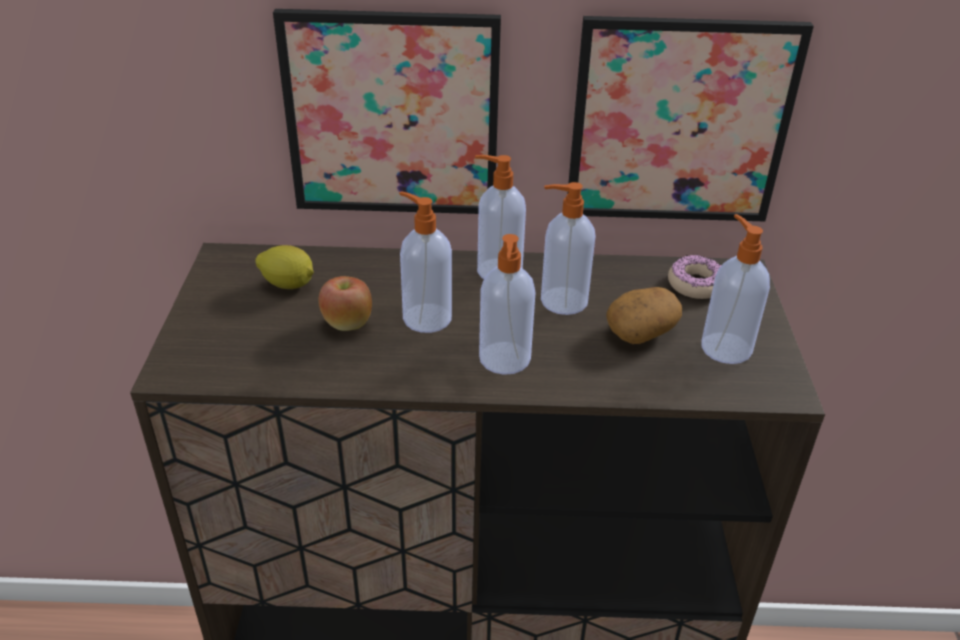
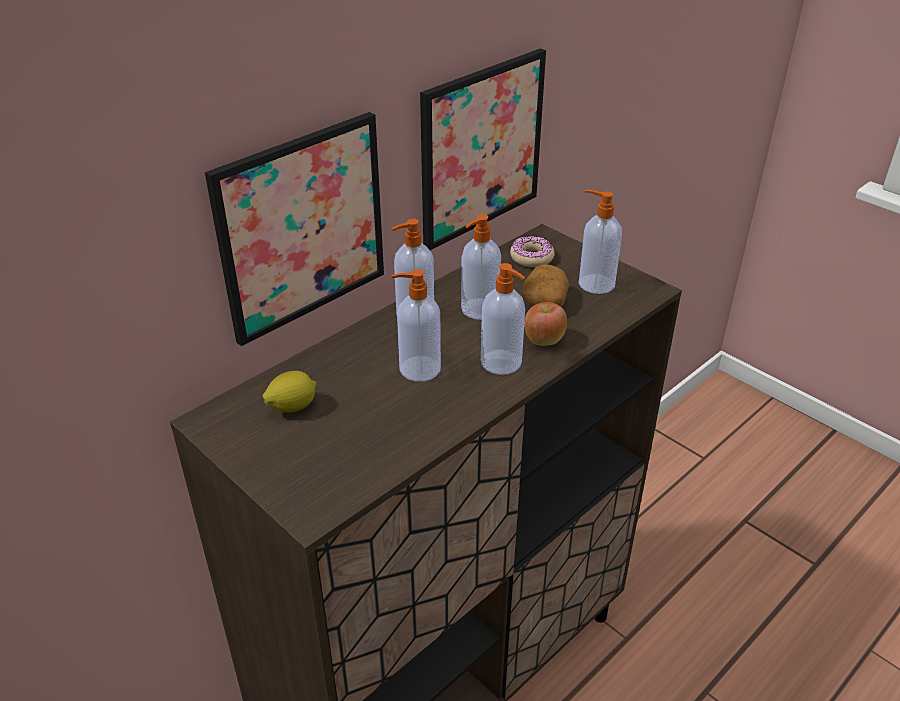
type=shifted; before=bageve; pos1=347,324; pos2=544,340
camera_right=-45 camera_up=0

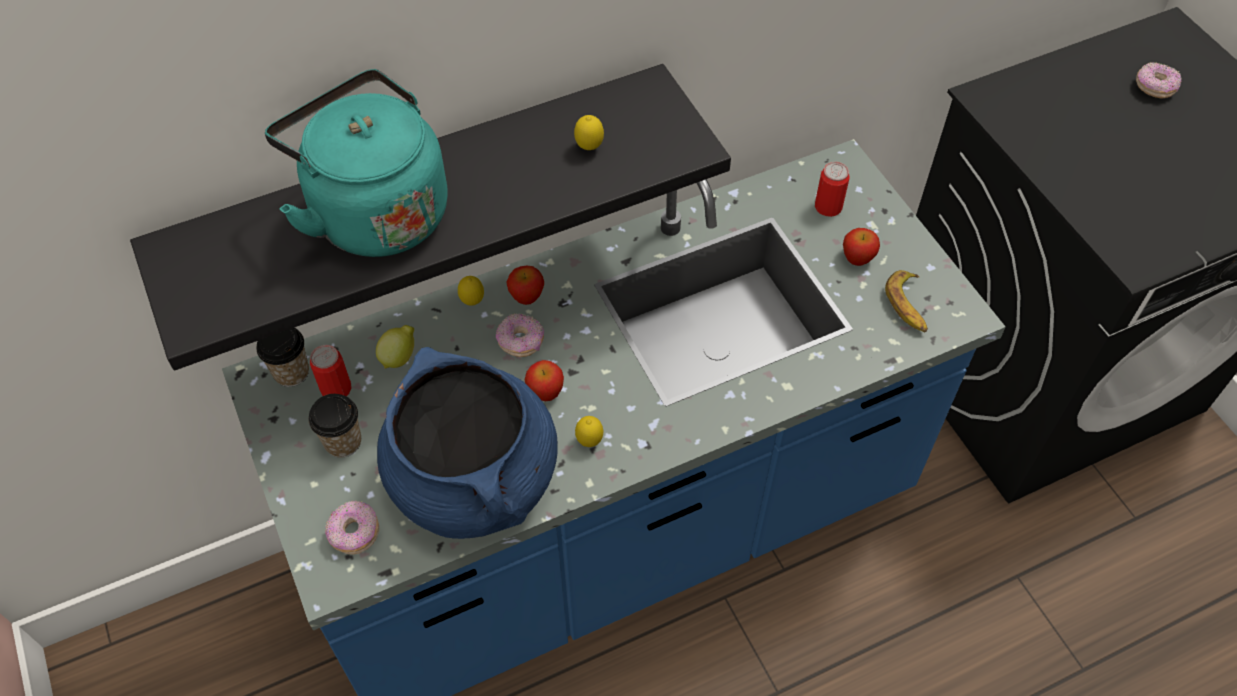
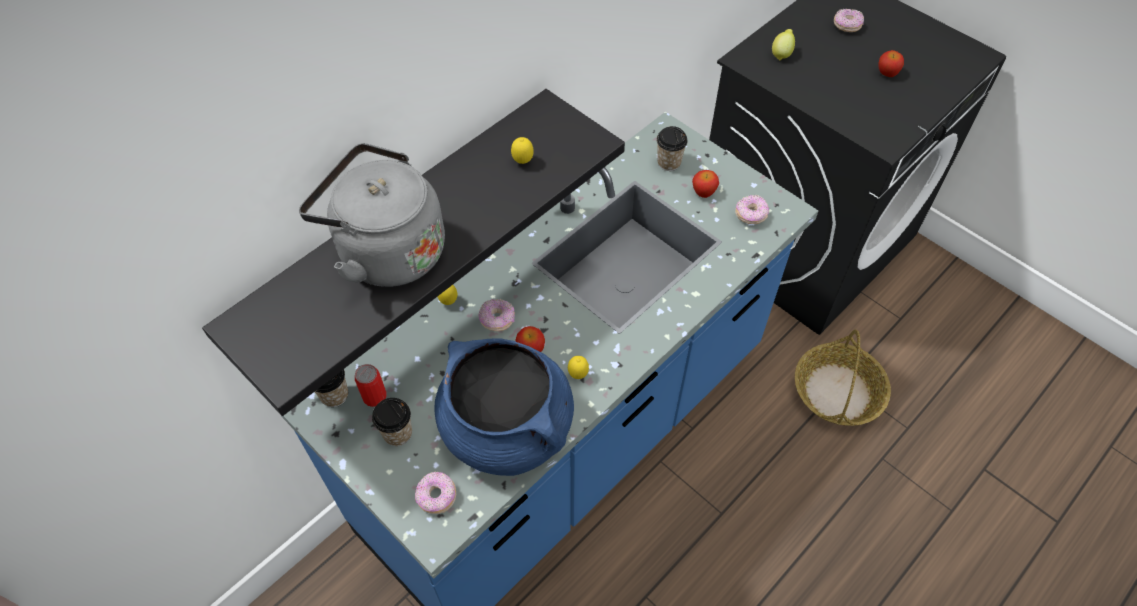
type=repainted; before=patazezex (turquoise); after=patazezex (grey); pos1=374,211; pos2=386,251
type=swapped; before=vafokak; after=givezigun; pos1=828,207; pos2=669,163
type=shifted; before=bageve; pos1=526,295; pos2=887,73
type=swapped; before=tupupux; after=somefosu; pos1=908,306; pos2=751,215
type=shifted; before=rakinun; pos1=399,357; pos2=781,54
type=new; after=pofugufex; pos2=837,393
camera_right=-20 camera_up=0

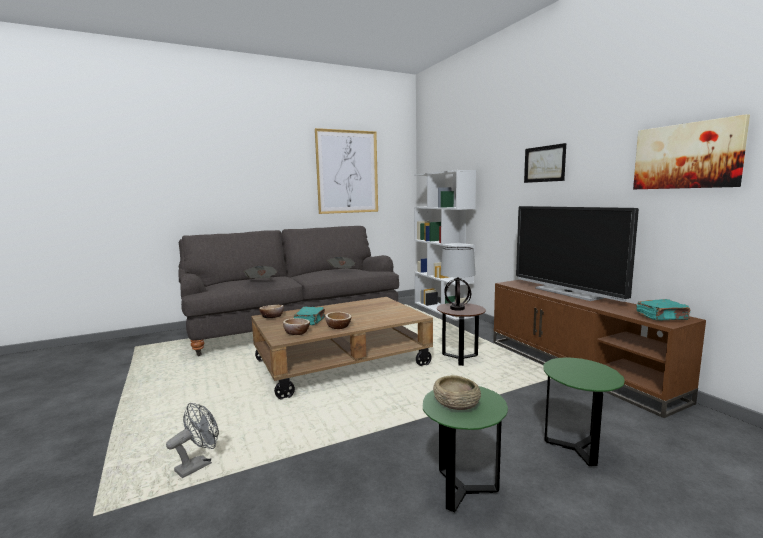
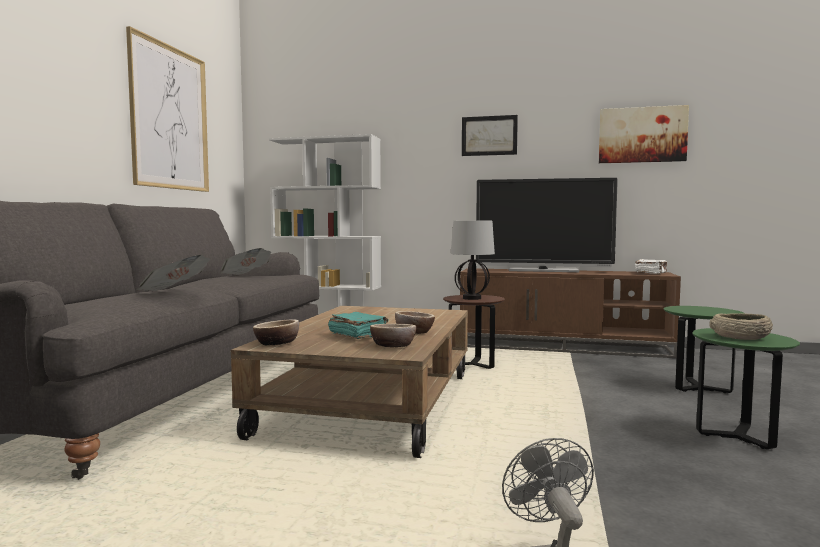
type=repainted; before=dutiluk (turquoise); after=dutiluk (white); pos1=662,317; pos2=651,273
camera_right=-50 camera_up=-5

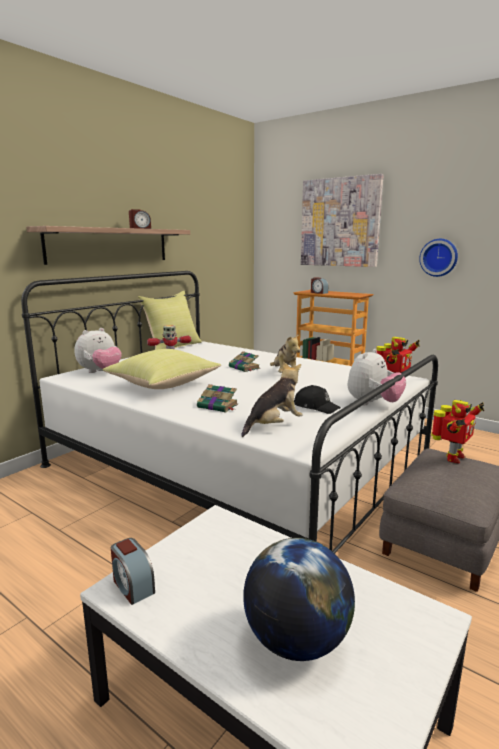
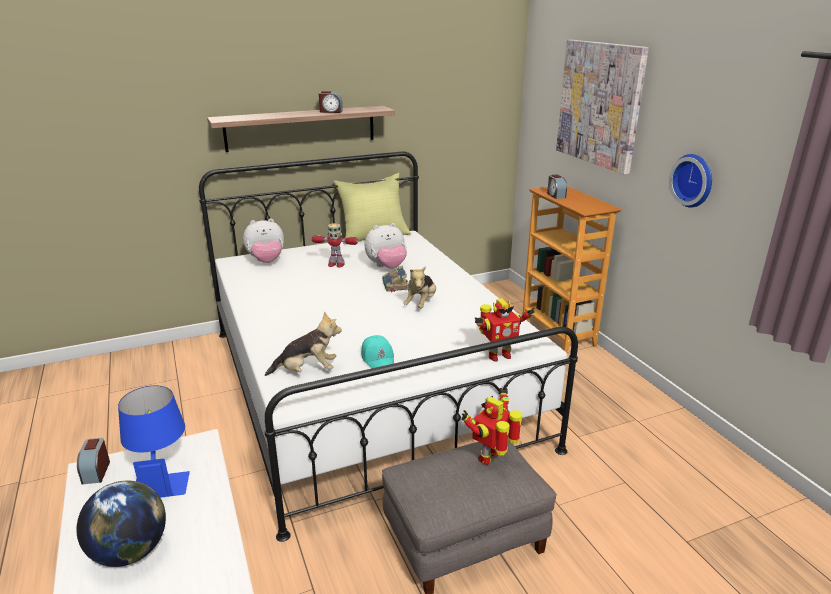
type=gone; before=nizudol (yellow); pos1=163,385
type=shifted; before=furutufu; pos1=373,404; pos2=387,267
type=gone; before=dutiluk; pos1=218,406
type=repainted; before=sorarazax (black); after=sorarazax (turquoise); pos1=316,406; pos2=378,359
type=rotated; before=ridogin; pos1=452,458; pos2=491,457; turn=150
type=new; after=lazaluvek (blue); pos2=162,478
camera_right=30 camera_up=10

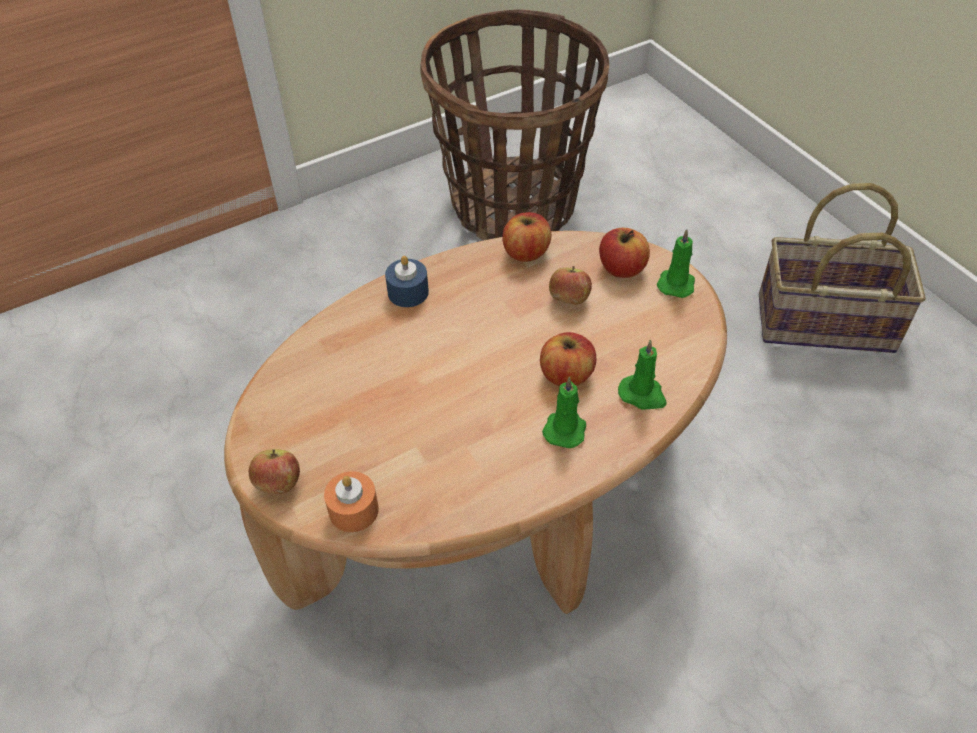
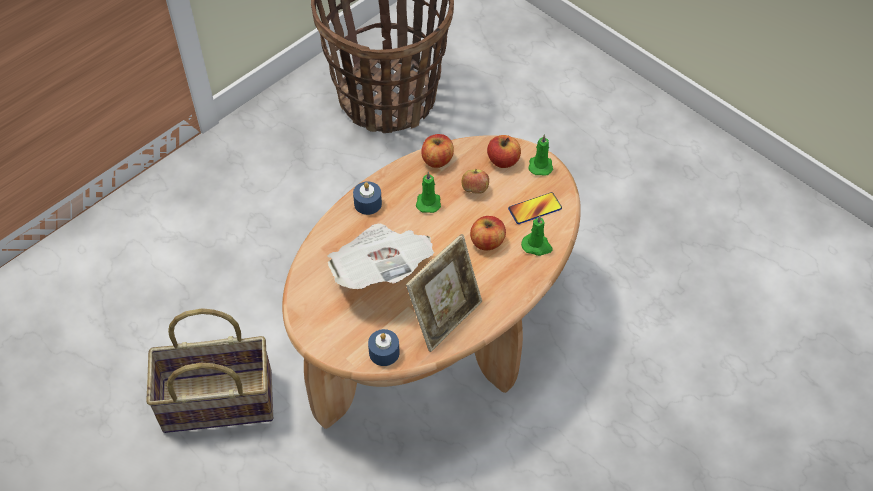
type=shifted; before=pofugufex; pos1=824,325; pos2=217,403
type=shifted; before=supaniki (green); pos1=565,428; pos2=428,202
type=gone; before=bageve; pos1=278,484
type=repainted; before=supaniki (orange); after=supaniki (blue); pos1=353,510; pos2=384,352
type=new; after=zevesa; pos2=535,209
type=new; after=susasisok; pos2=380,270
type=new; after=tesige; pos2=445,317
camera_right=-15 camera_up=5

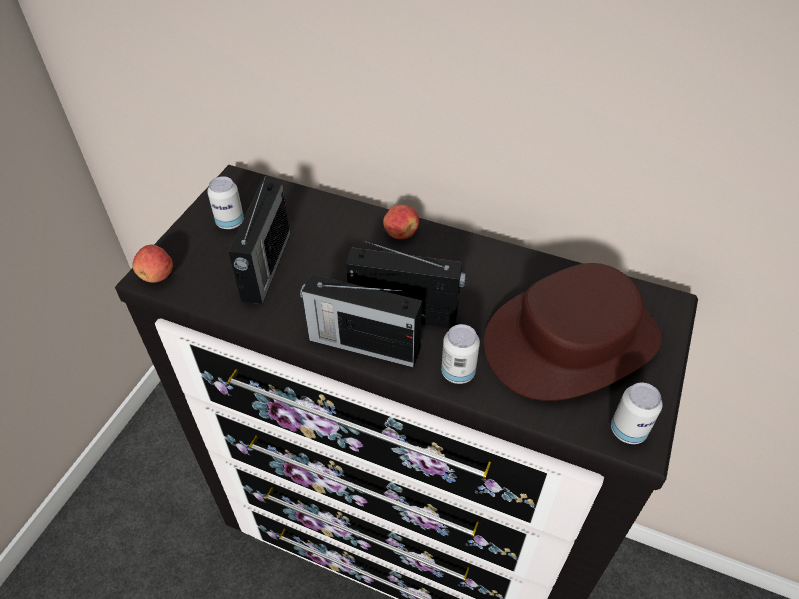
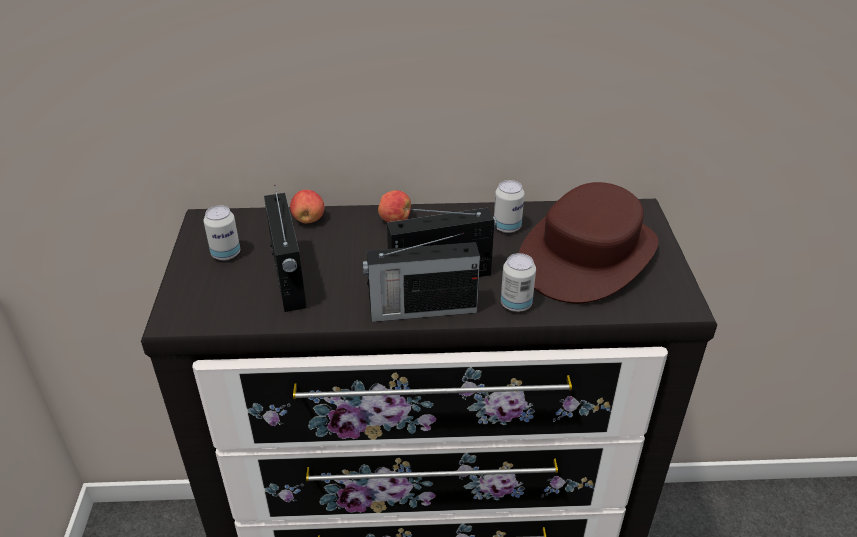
type=shifted; before=bageve; pos1=157,275; pos2=308,219
type=shifted; before=vafokak; pos1=628,430; pos2=507,227
camera_right=-25 camera_up=-10

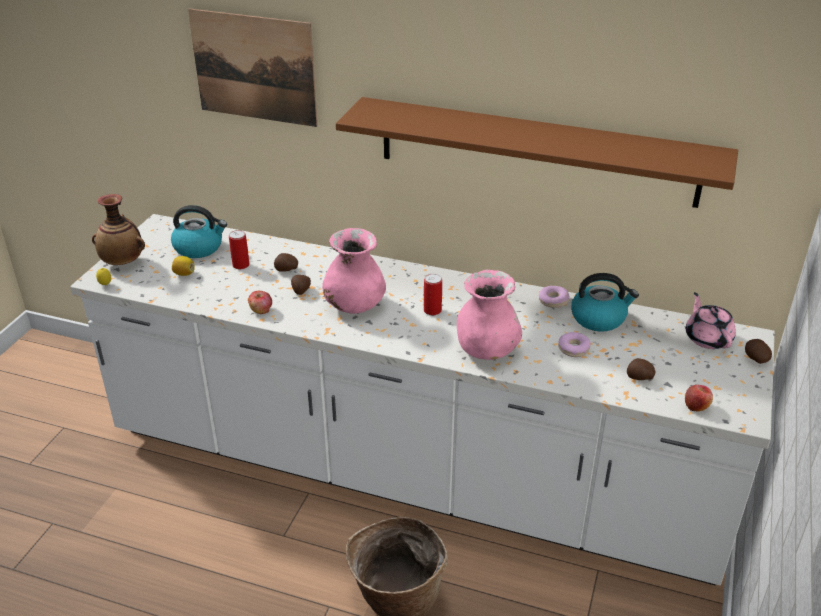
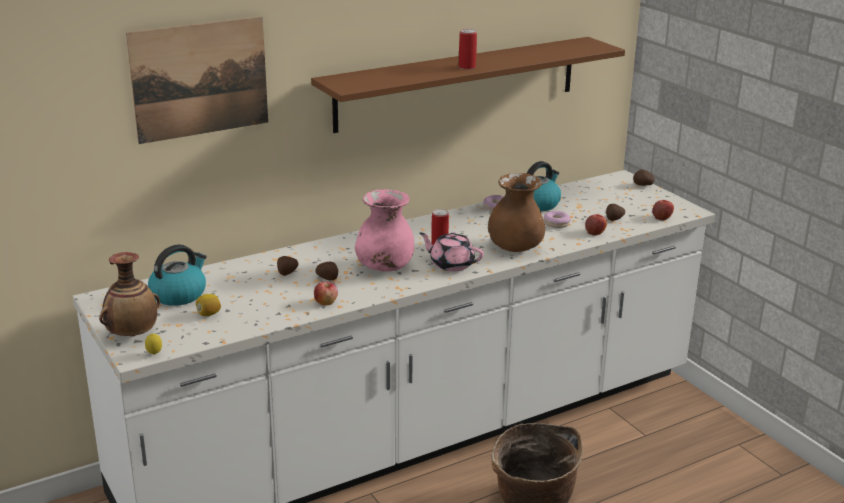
type=shifted; before=vafokak; pos1=241,265; pos2=467,67
type=repainted; before=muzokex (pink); after=muzokex (brown); pos1=486,350; pos2=515,248
type=shifted; before=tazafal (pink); pos1=707,338; pos2=451,264
type=new; after=bageve; pos2=595,232
camera_right=-50 camera_up=-10

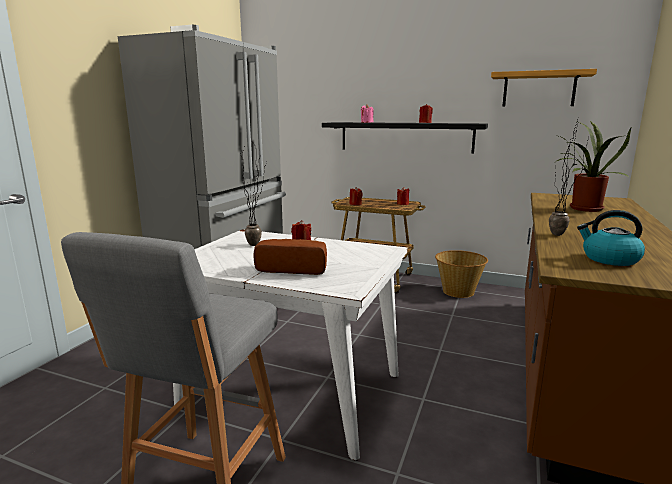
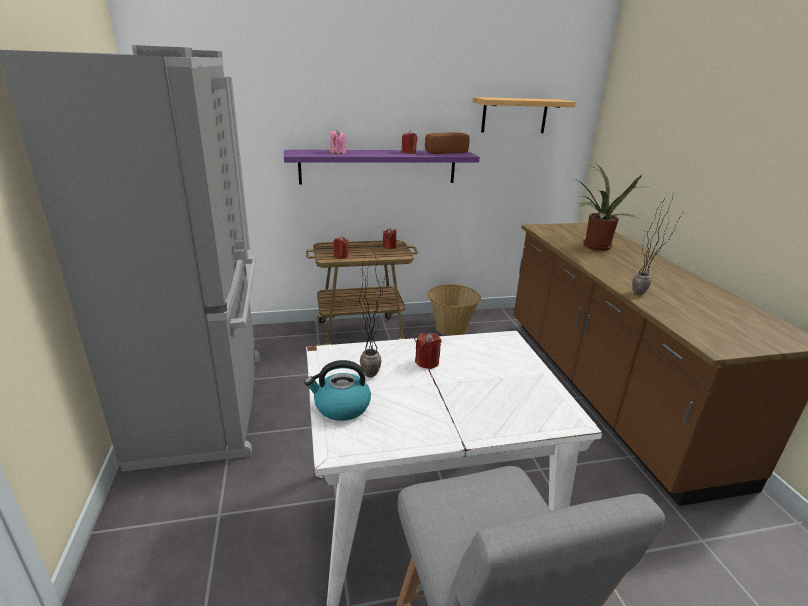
type=repainted; before=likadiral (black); after=likadiral (purple); pos1=405,137; pos2=378,166
type=shifted; before=patazezex; pos1=609,259; pos2=341,407
type=shifted; before=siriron; pos1=293,268; pos2=444,152
camera_right=-35 camera_up=10

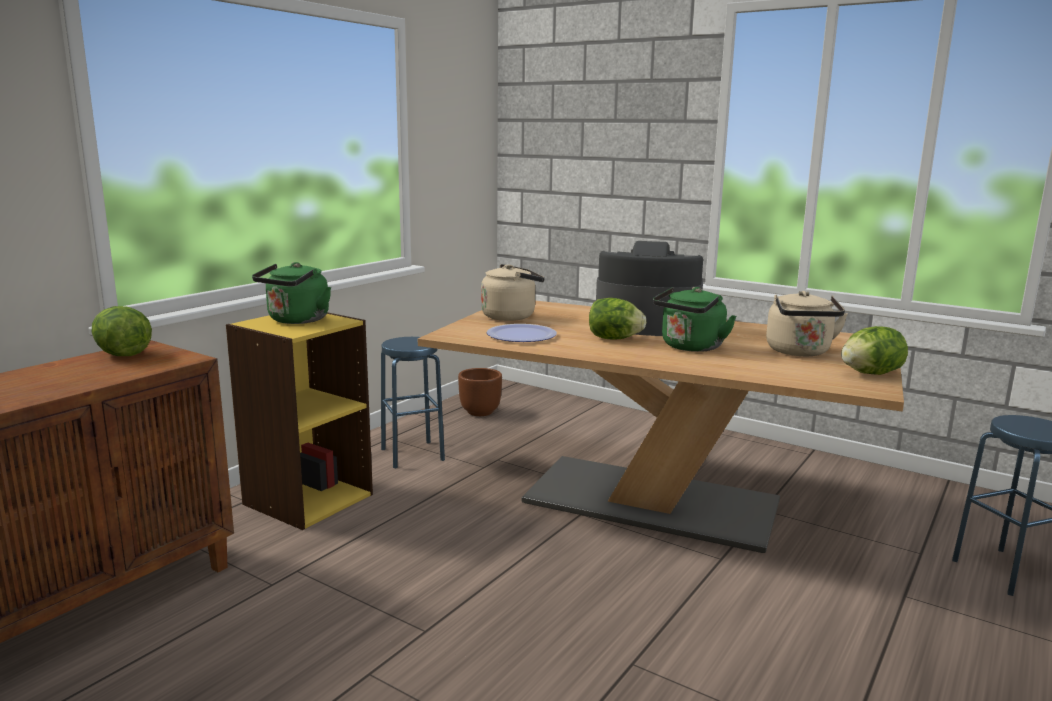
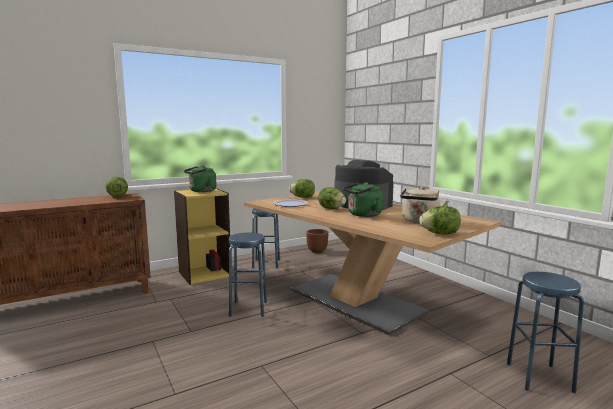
type=swapped; before=patazezex (beige); after=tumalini; pos1=511,316; pos2=303,197
type=new; after=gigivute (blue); pos2=248,308
camera_right=25 camera_up=-5

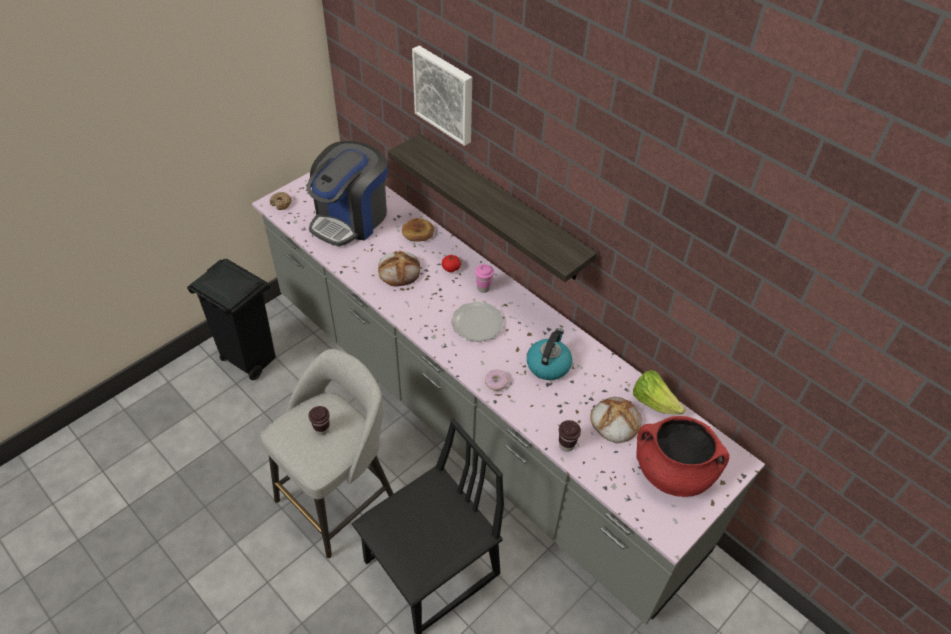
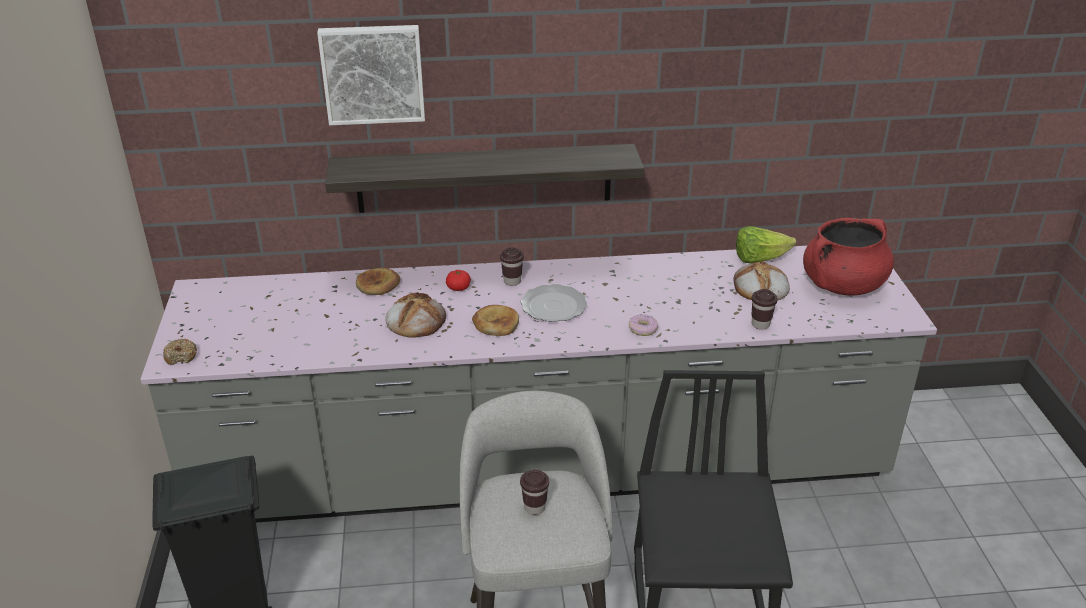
type=gone; before=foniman; pos1=351,218
type=repainted; before=givezigun (pink); after=givezigun (brown); pos1=483,288; pos2=512,281
type=gone; before=patazezex; pos1=548,364
type=new; after=siriron; pos2=496,323
camera_right=-50 camera_up=-15

